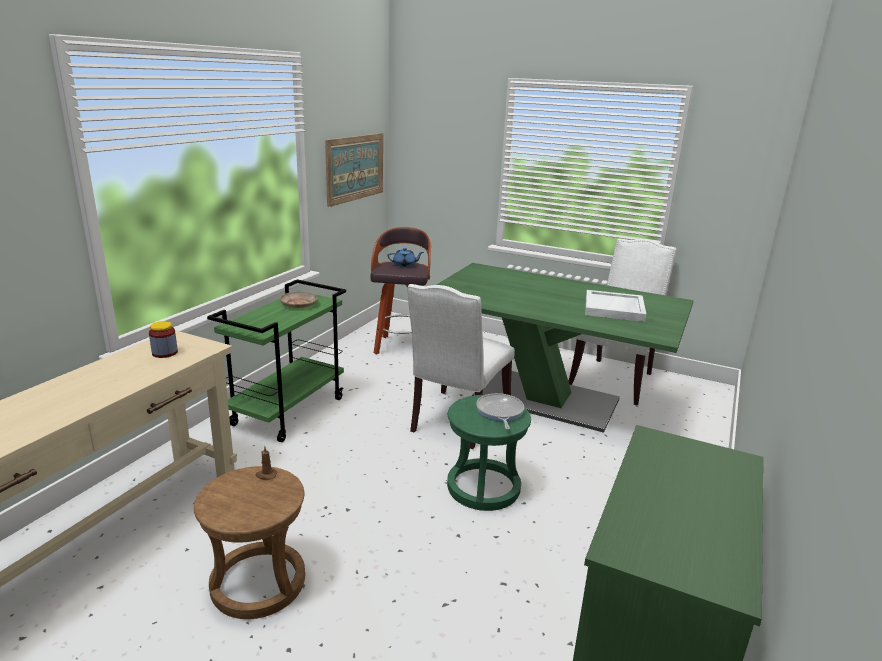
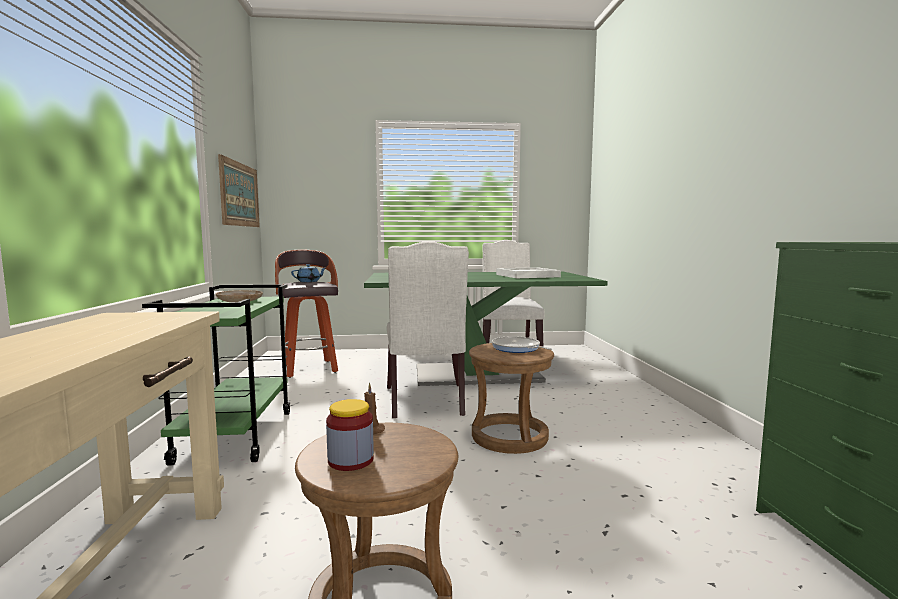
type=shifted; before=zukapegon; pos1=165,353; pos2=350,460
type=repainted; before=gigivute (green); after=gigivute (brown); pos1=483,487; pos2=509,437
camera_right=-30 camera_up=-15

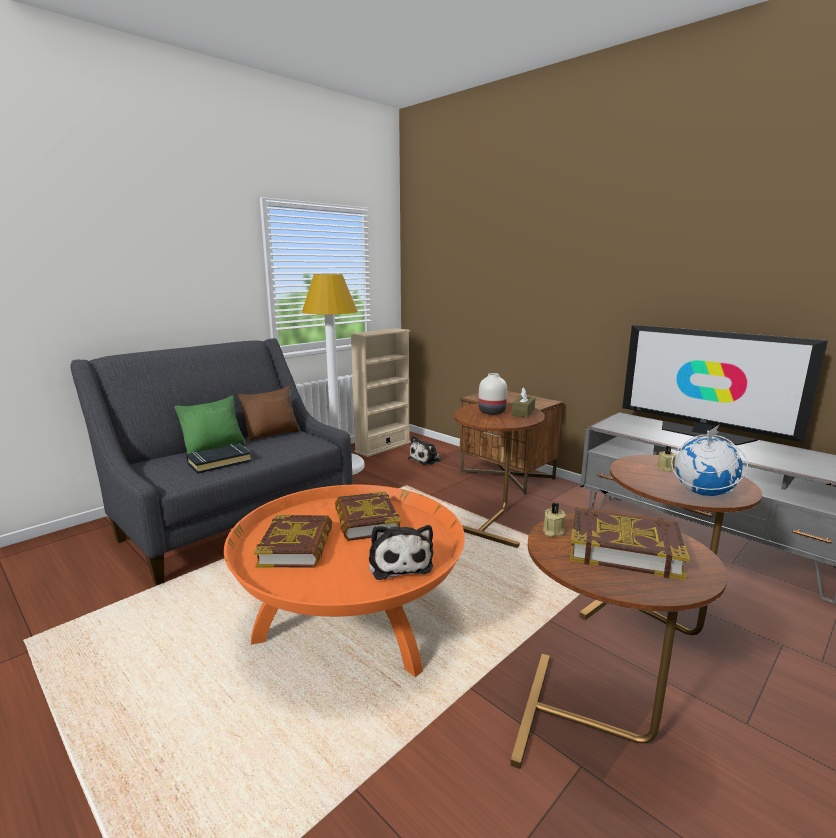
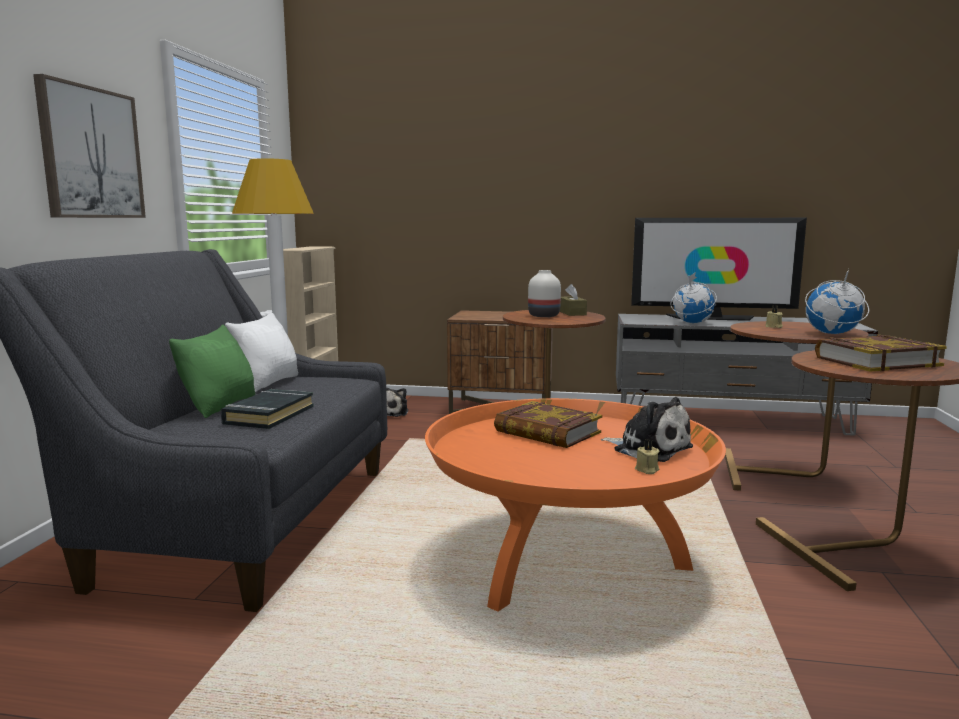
type=repainted; before=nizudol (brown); after=nizudol (white); pos1=272,434; pos2=267,383
type=shifted; before=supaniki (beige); pos1=552,531; pos2=646,470
type=gone; before=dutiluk; pos1=297,547
type=new; after=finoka; pos2=91,153
type=new; after=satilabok; pos2=691,323
camera_right=-35 camera_up=-5

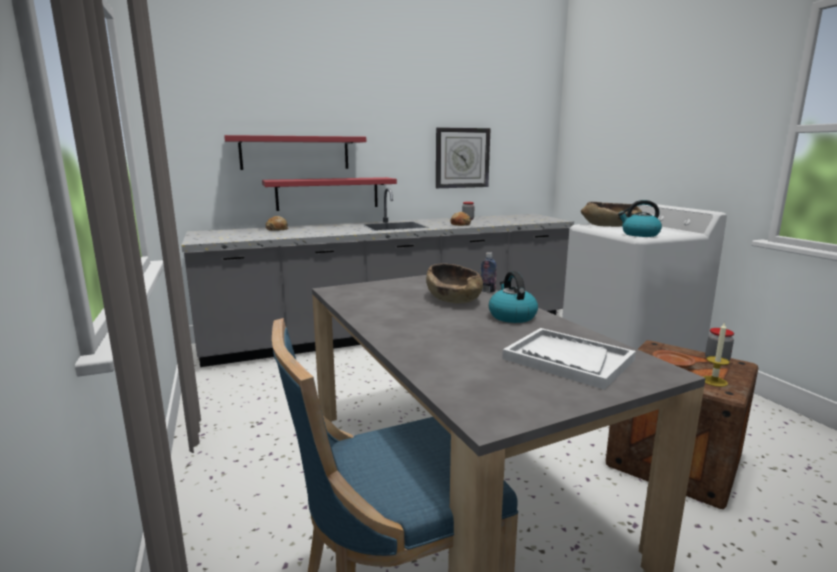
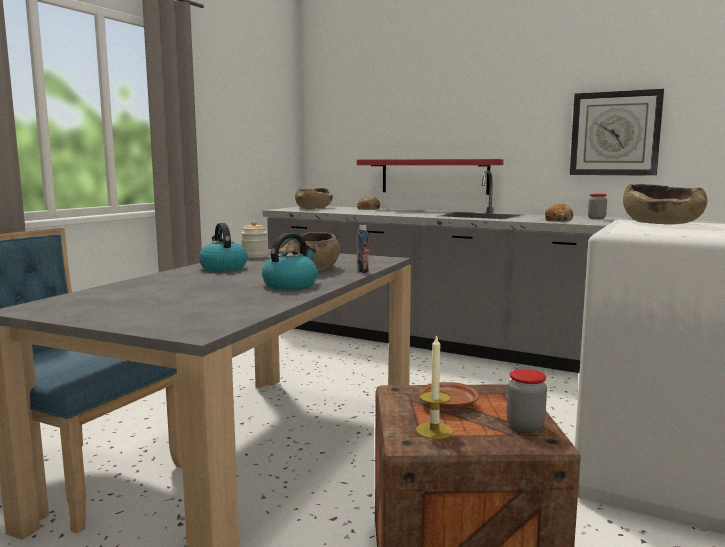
type=gone; before=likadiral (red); pos1=295,153
type=shifted; before=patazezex; pos1=639,234; pos2=223,268
type=gone; before=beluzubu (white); pos1=567,359
type=new; after=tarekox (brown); pos2=313,208
type=new; after=zukapegon; pos2=255,256
camera_right=50 camera_up=-5

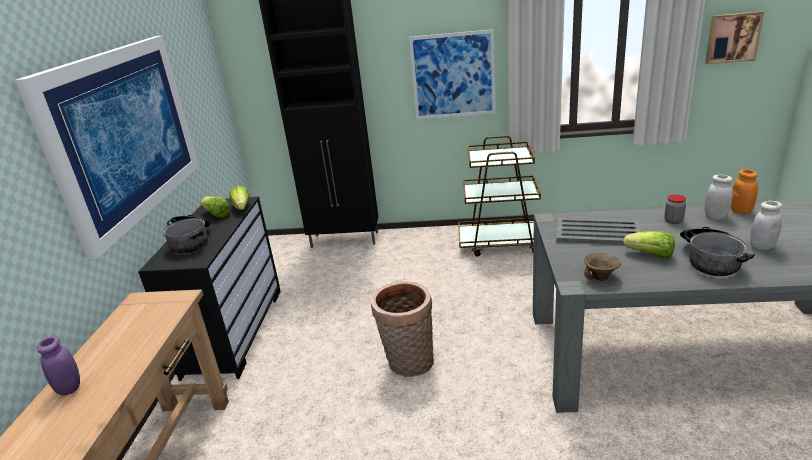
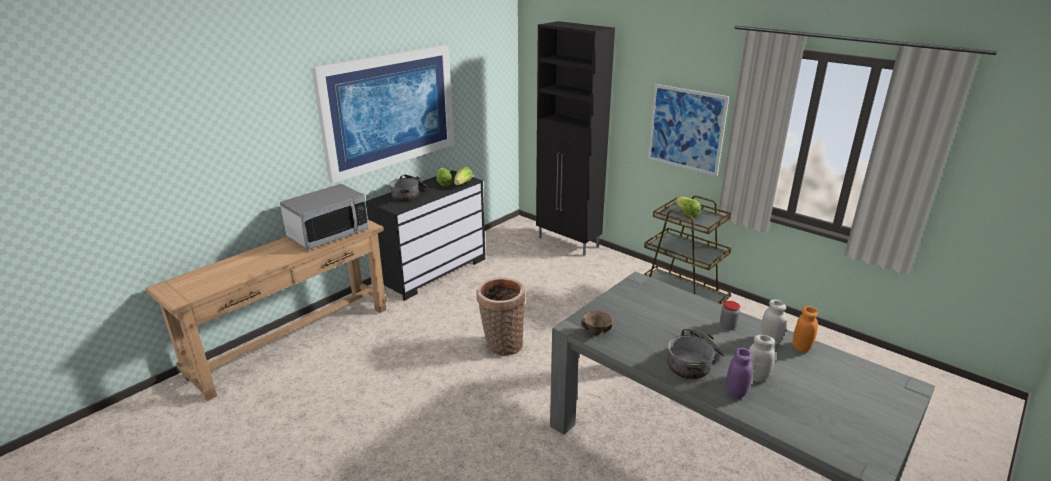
type=gone; before=finoka; pos1=732,37
type=gone; before=beluzubu (grey); pos1=599,233
type=shifted; before=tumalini; pos1=650,255; pos2=686,213
type=shifted; before=zukapegon (purple); pos1=69,388; pos2=736,392
type=new; after=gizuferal; pos2=328,234
camera_right=35 camera_up=0

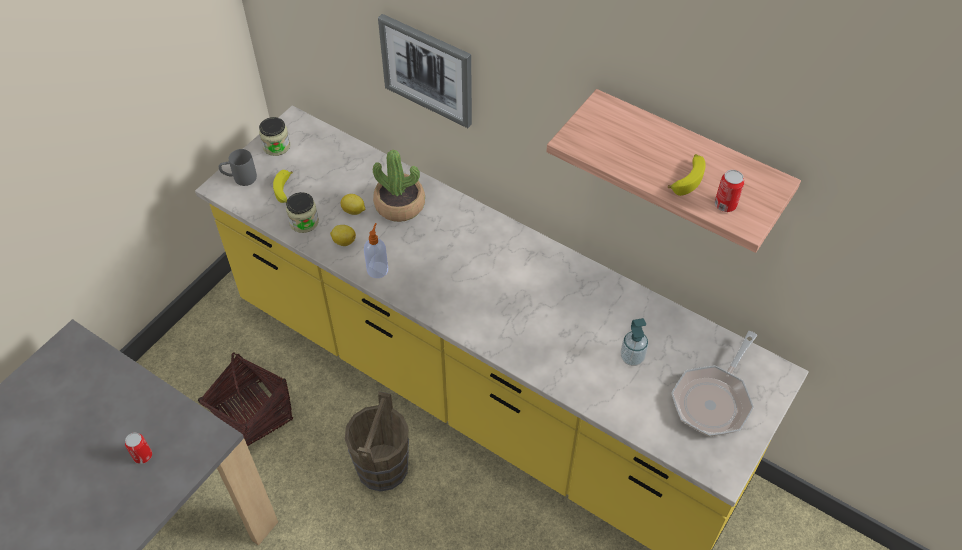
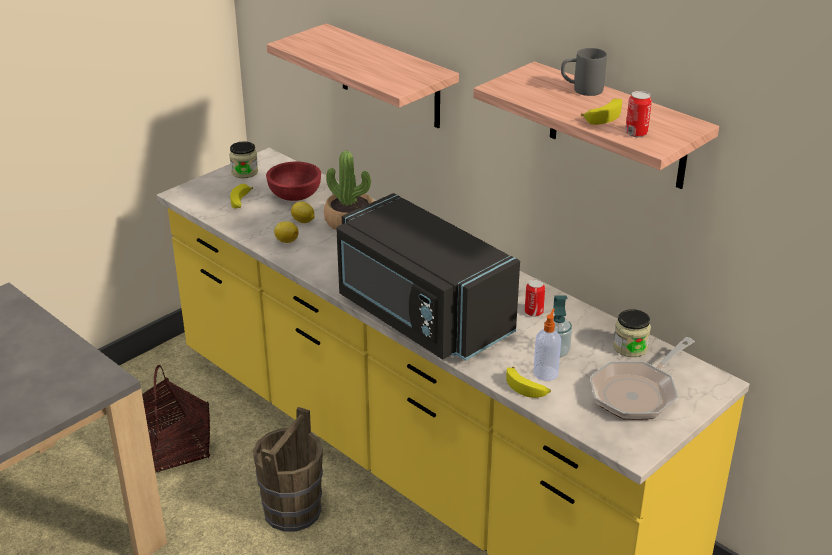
type=swapped; before=finoka; after=likadiral; pos1=428,69; pos2=390,77
type=shifted; before=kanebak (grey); pos1=240,178; pos2=581,90
type=shifted; before=zukapegon; pos1=304,222; pos2=630,347
type=shifted; before=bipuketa; pos1=377,269; pos2=546,372
type=shifted; before=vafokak; pos1=143,456; pos2=533,312
type=new; after=tarekox (red); pos2=294,196
type=new; after=gizuferal (black); pos2=420,316
type=new; after=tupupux; pos2=527,388
camera_right=10 camera_up=-20

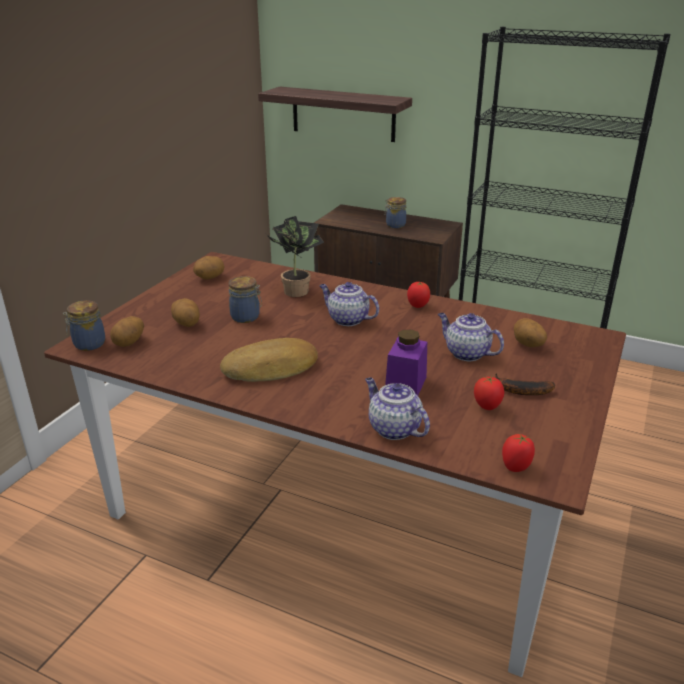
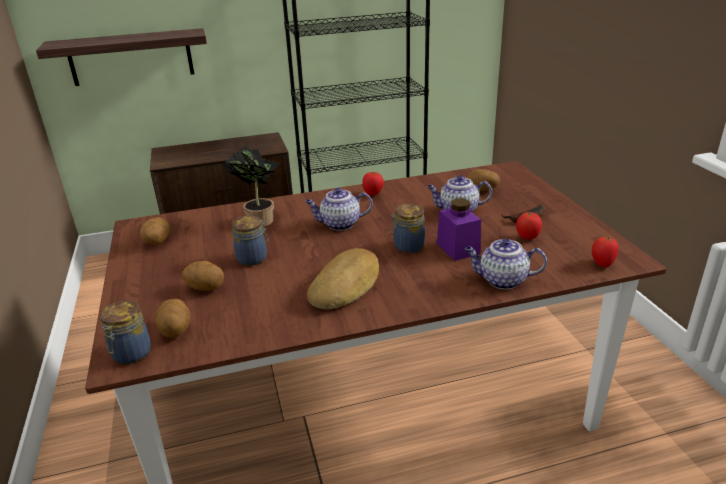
type=shifted; before=zukapegon; pos1=394,225; pos2=407,246
camera_right=-40 camera_up=0

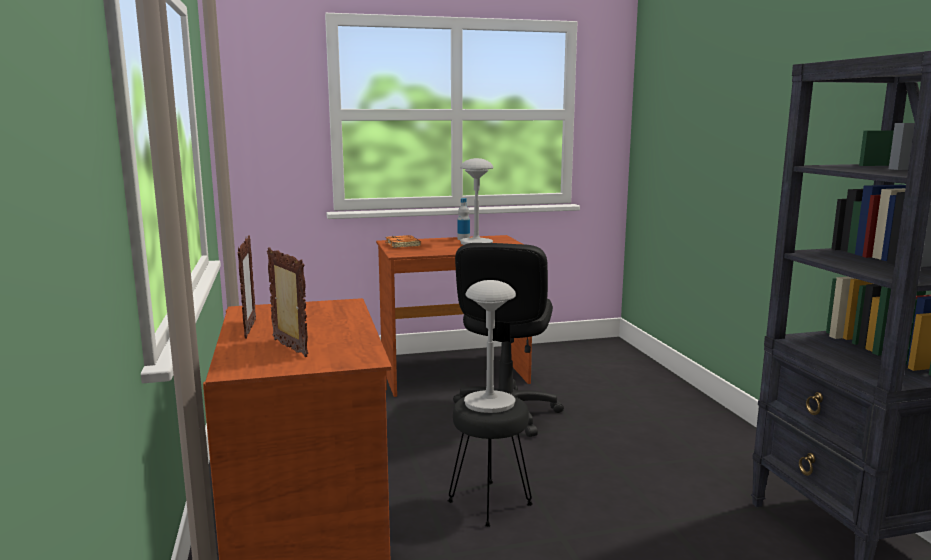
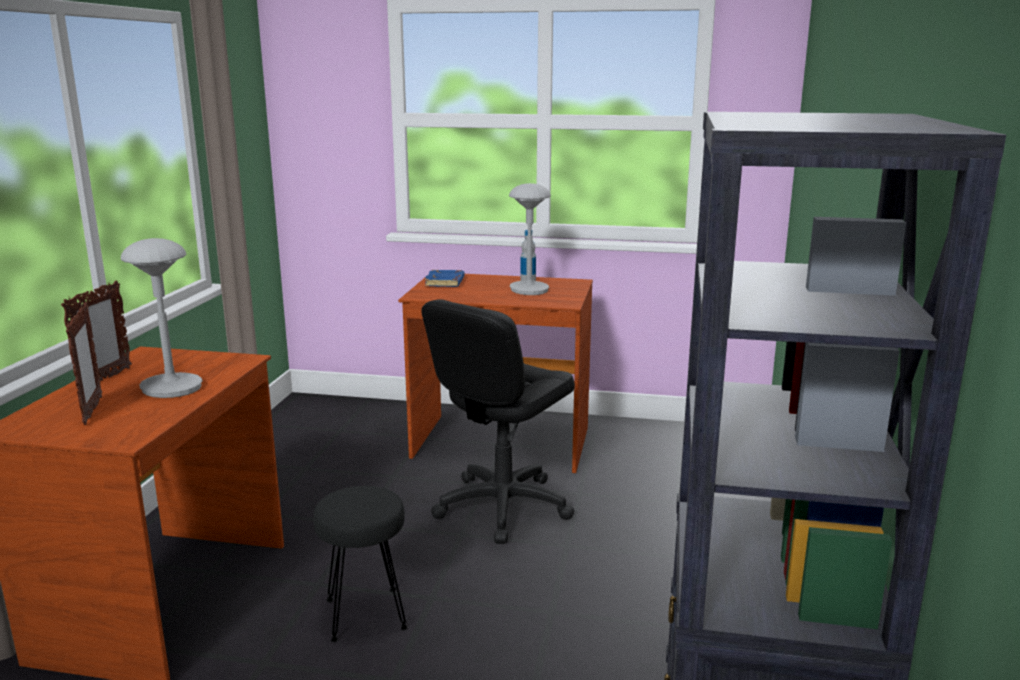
type=repainted; before=dutiluk (orange); after=dutiluk (blue); pos1=403,245; pos2=445,282
type=shifted; before=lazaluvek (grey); pos1=489,404; pos2=171,388
camera_right=25 camera_up=5

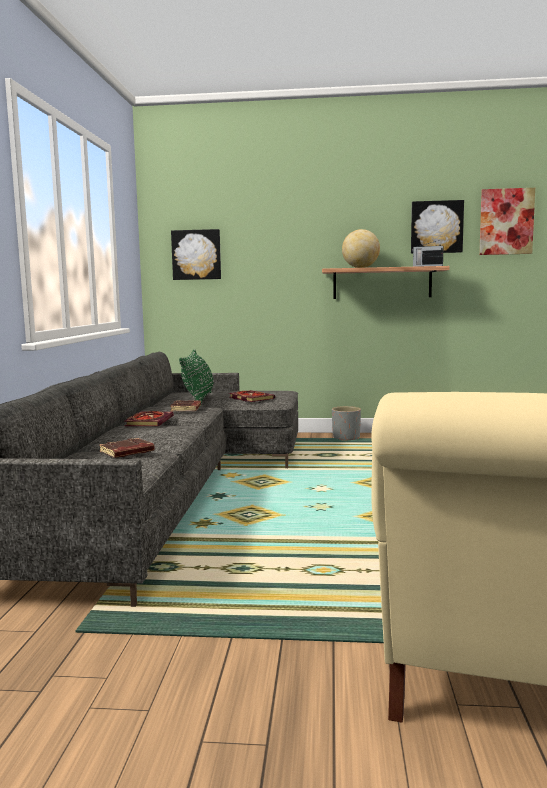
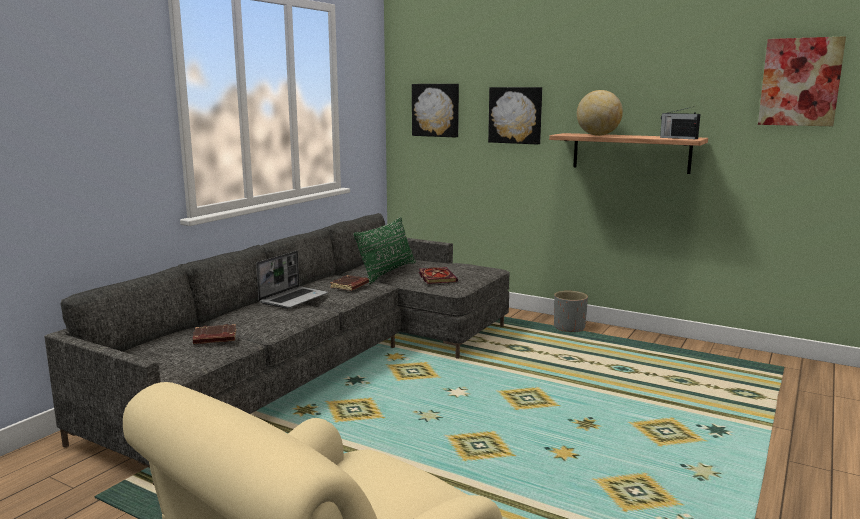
type=shifted; before=finoka; pos1=436,227; pos2=515,115
type=swapped; before=dutiluk; after=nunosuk; pos1=148,421; pos2=294,298
camera_right=25 camera_up=5

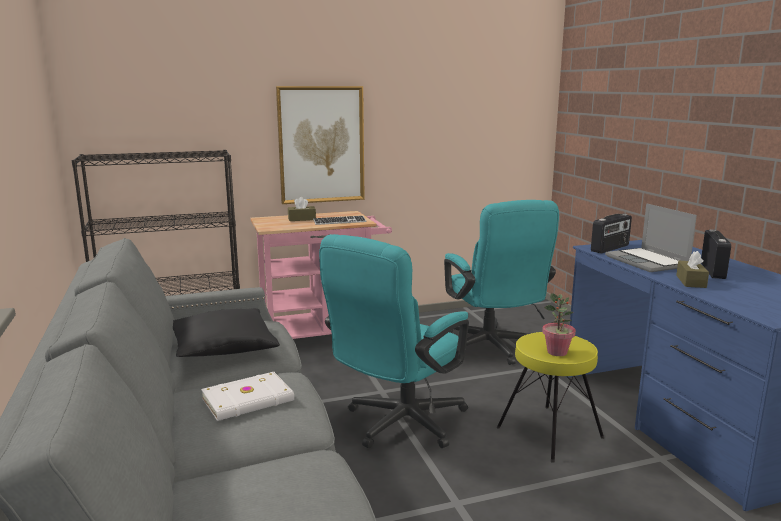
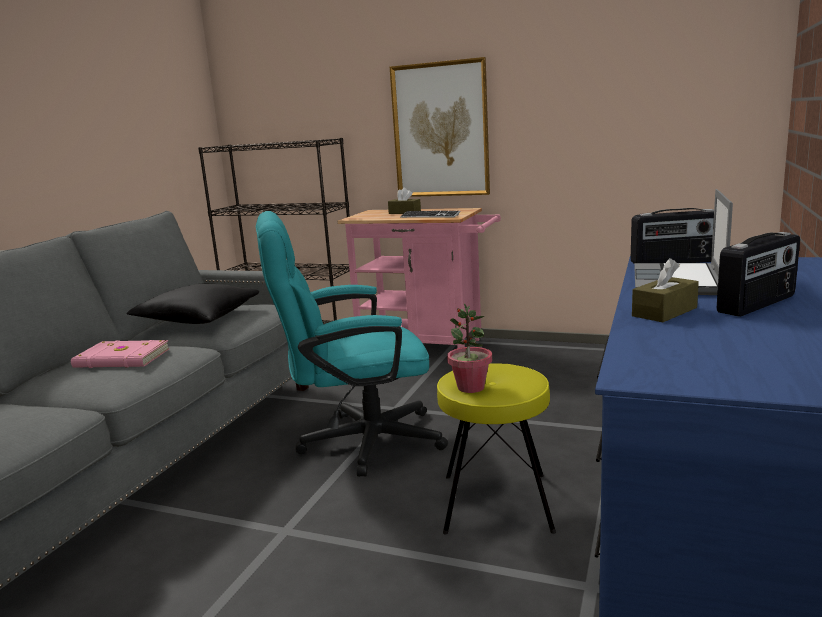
type=gone; before=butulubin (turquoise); pos1=492,349
type=repainted; before=dutiluk (white); after=dutiluk (pink); pos1=249,400; pos2=122,359
camera_right=40 camera_up=0

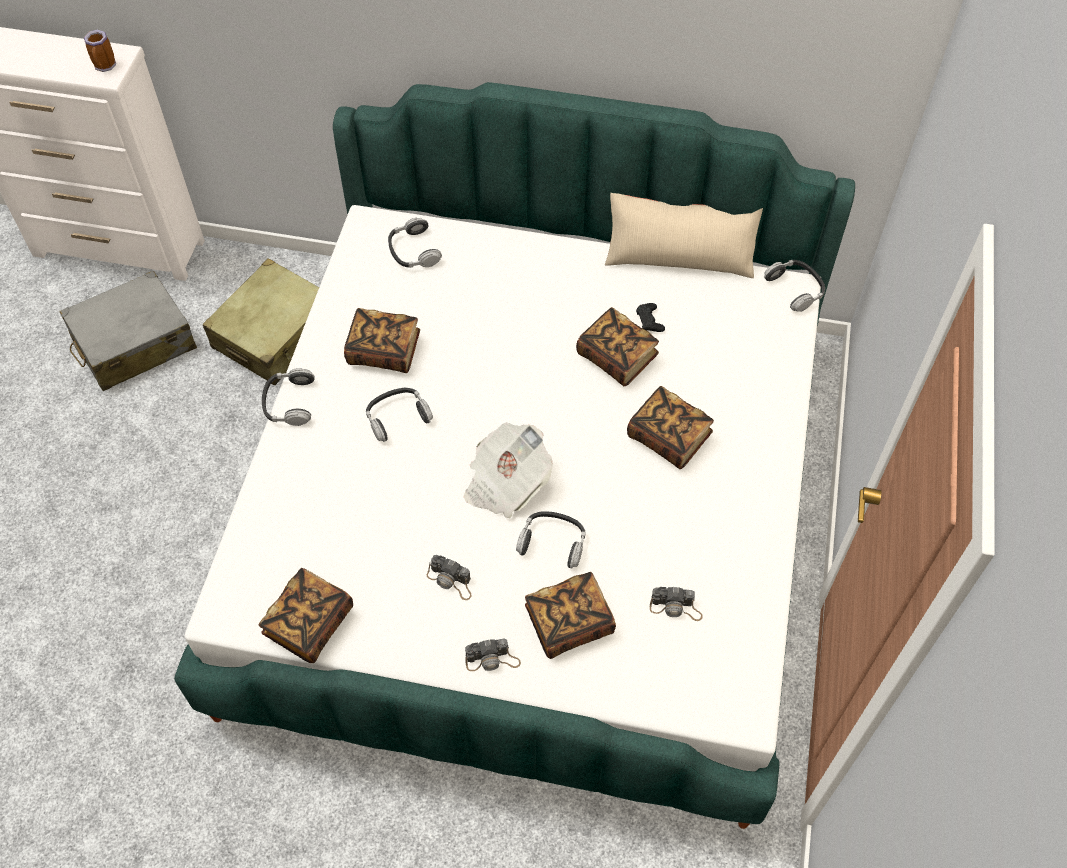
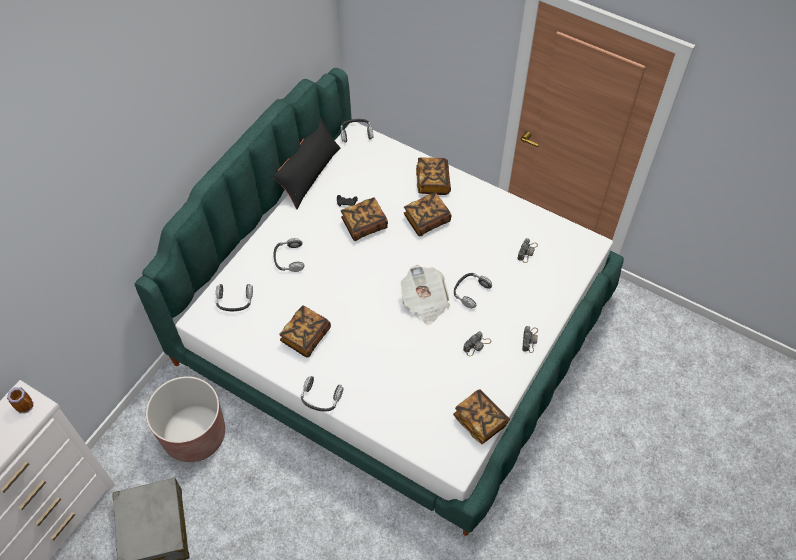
type=repainted; before=nizudol (beige); after=nizudol (black); pos1=679,258; pos2=309,174
type=swapped; before=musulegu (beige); after=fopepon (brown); pos1=275,334; pos2=194,435
type=shifted; before=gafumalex; pos1=397,417; pos2=289,258
type=shifted; before=dutiluk; pos1=569,623; pos2=433,182
camera_right=-70 camera_up=0

